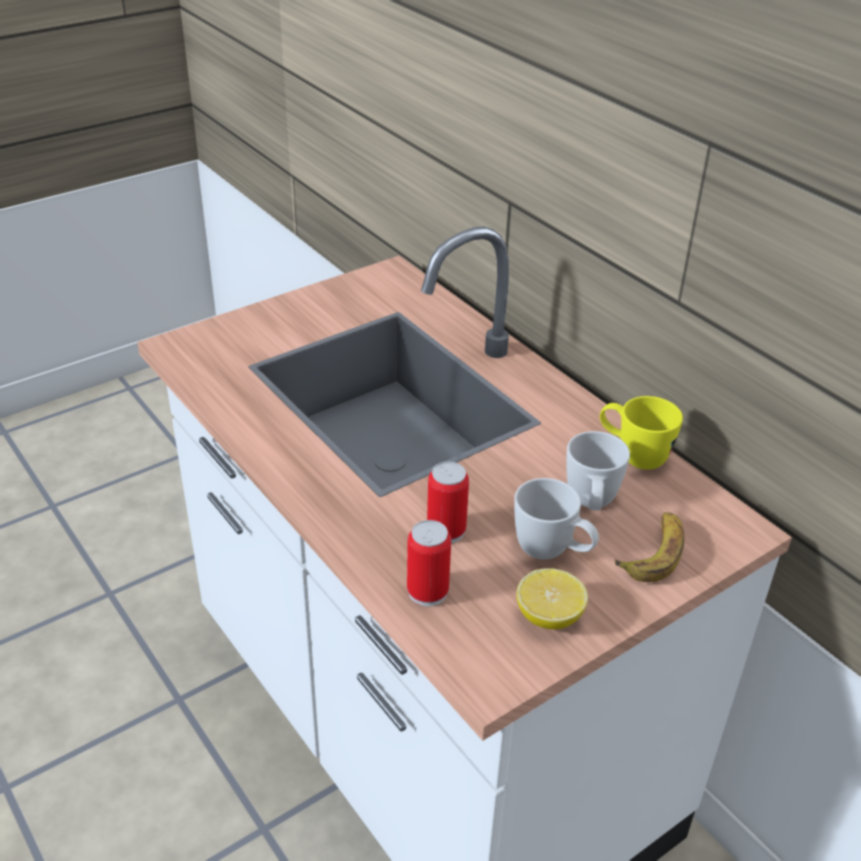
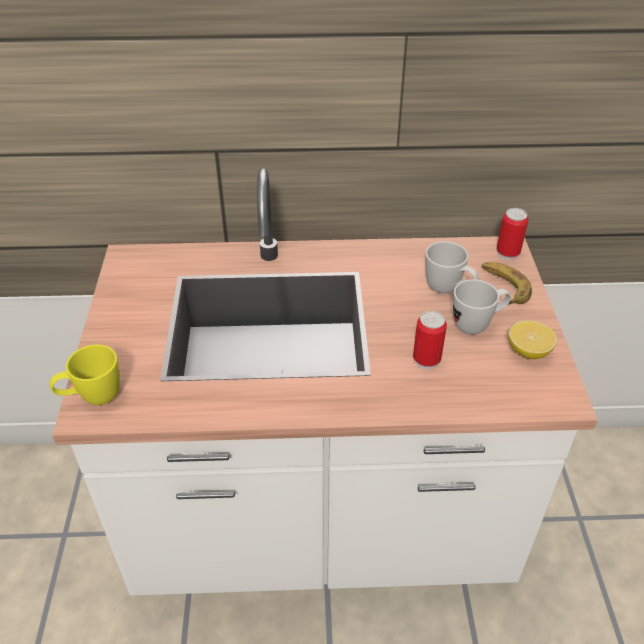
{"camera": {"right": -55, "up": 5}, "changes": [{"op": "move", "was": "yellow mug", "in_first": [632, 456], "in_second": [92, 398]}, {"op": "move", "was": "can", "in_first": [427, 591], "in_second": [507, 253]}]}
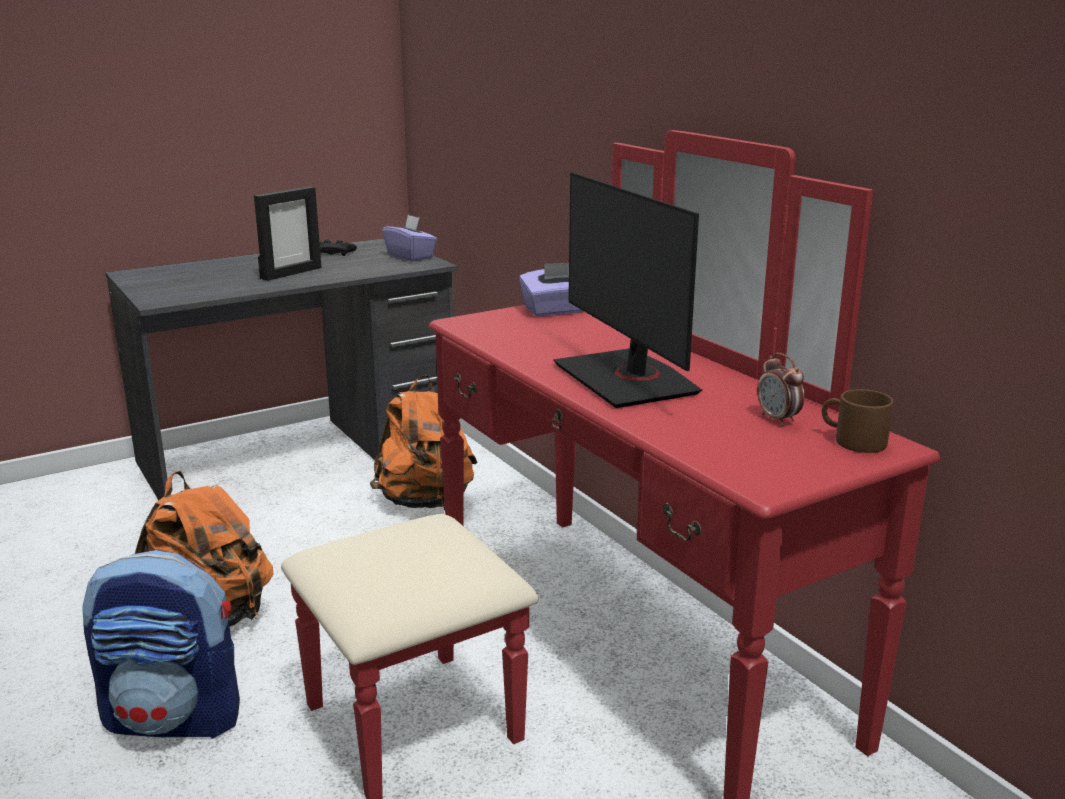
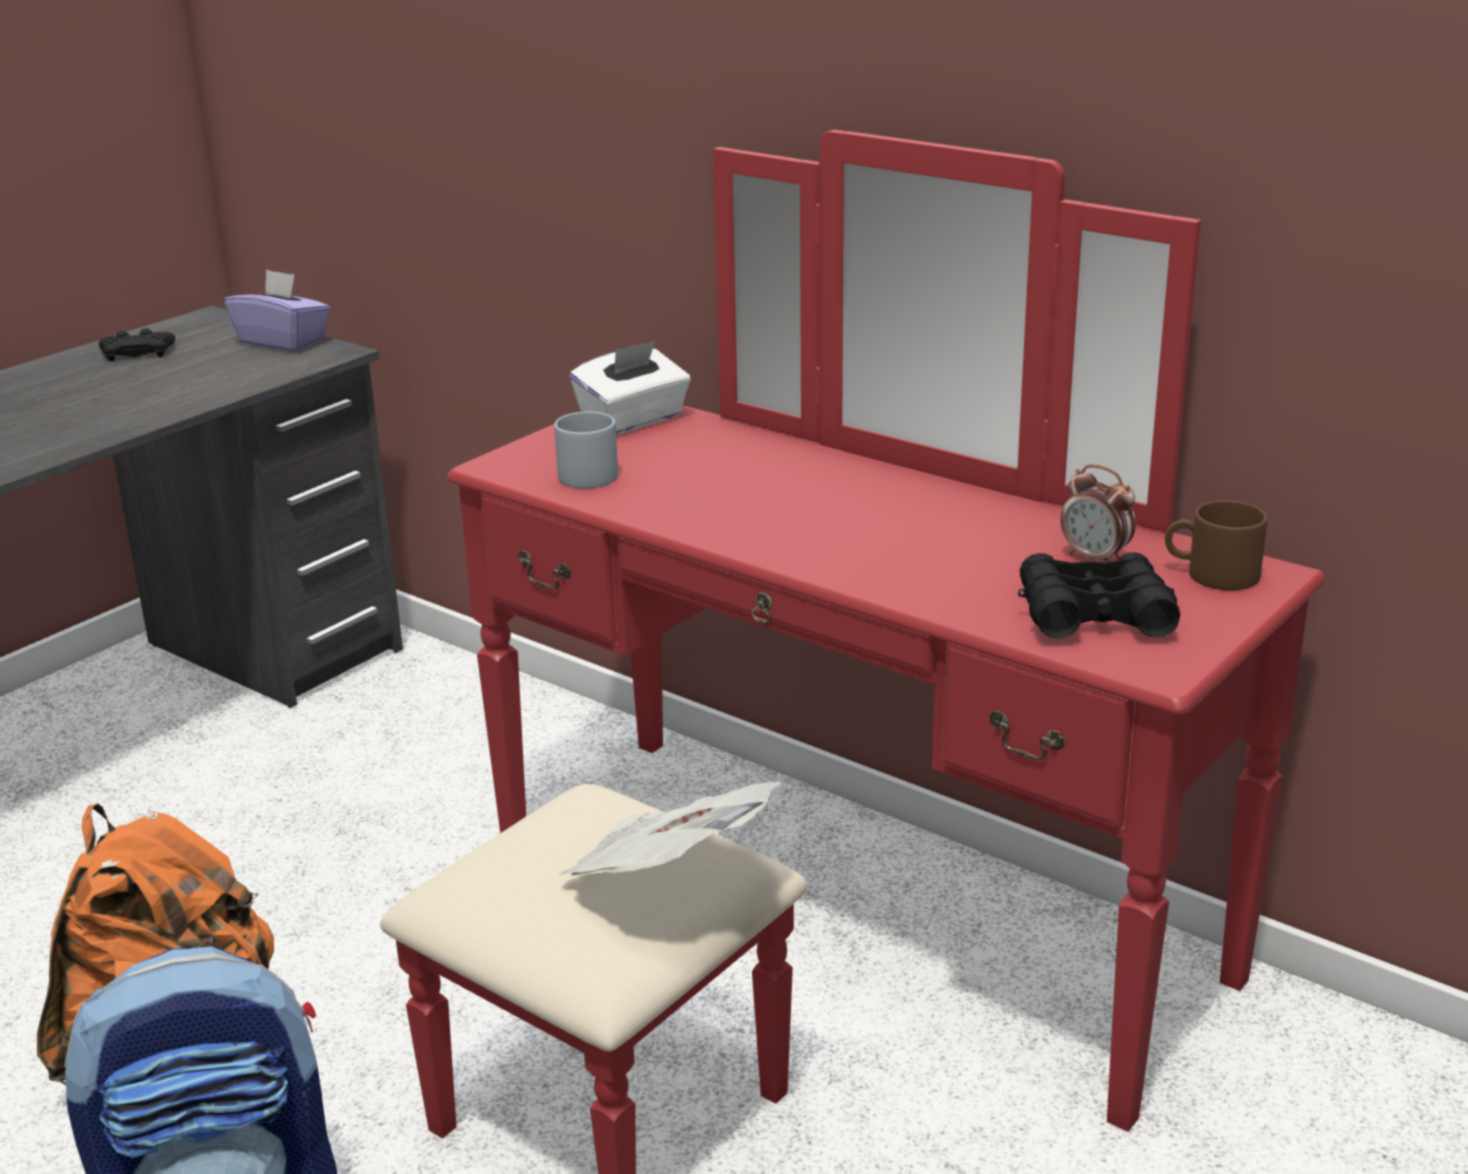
{"camera": {"right": -20, "up": 5}, "changes": [{"op": "insert", "now": "grey mug", "in_second": [588, 472]}, {"op": "insert", "now": "newspaper", "in_second": [672, 878]}, {"op": "recolor", "was": "purple tissue box", "now": "white tissue box", "in_first": [555, 311], "in_second": [633, 420]}, {"op": "insert", "now": "black binoculars", "in_second": [1094, 615]}, {"op": "delete", "was": "picture frame", "in_first": [291, 273]}, {"op": "delete", "was": "orange backpack", "in_first": [427, 502]}, {"op": "delete", "was": "monitor", "in_first": [627, 379]}]}
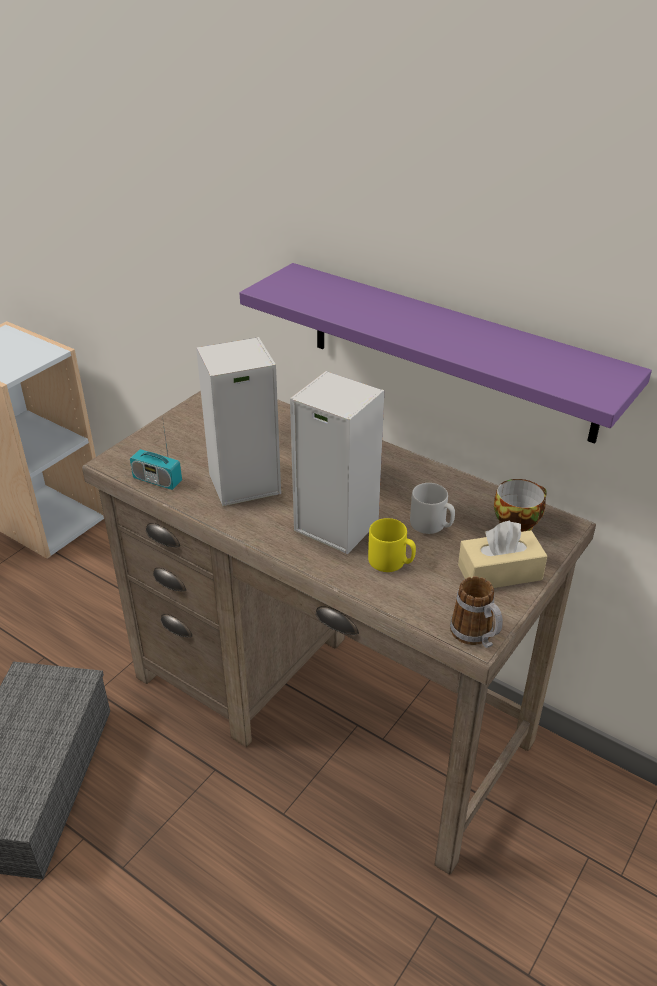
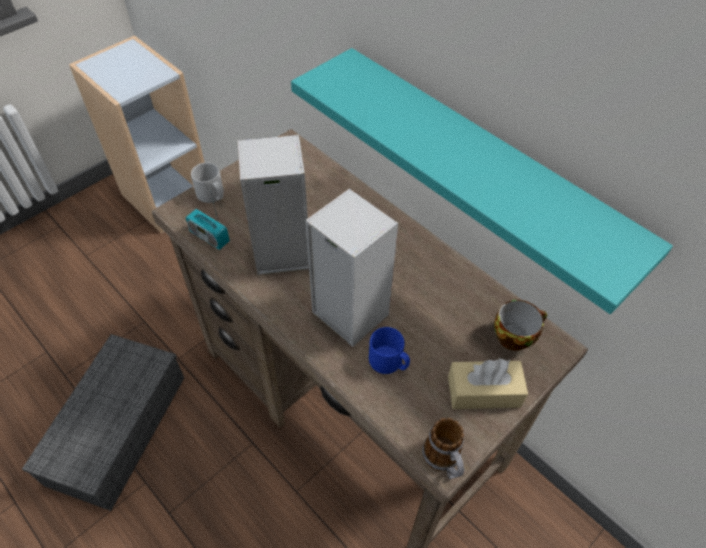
{"camera": {"right": 10, "up": 15}, "changes": [{"op": "move", "was": "grey mug", "in_first": [431, 525], "in_second": [212, 195]}, {"op": "recolor", "was": "purple shelf", "now": "turquoise shelf", "in_first": [449, 351], "in_second": [482, 166]}, {"op": "recolor", "was": "yellow mug", "now": "blue mug", "in_first": [391, 562], "in_second": [389, 362]}]}
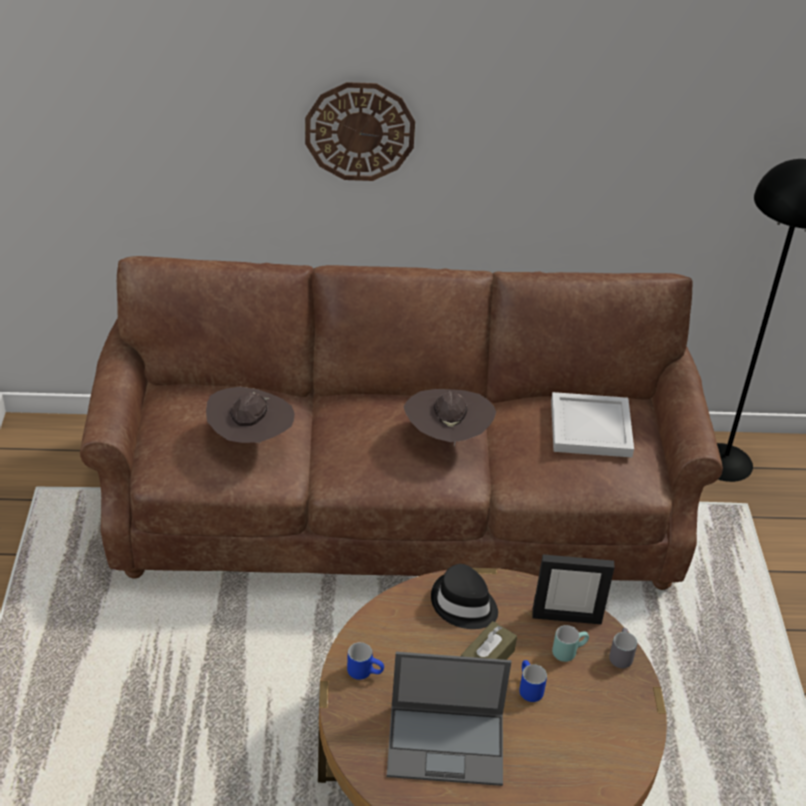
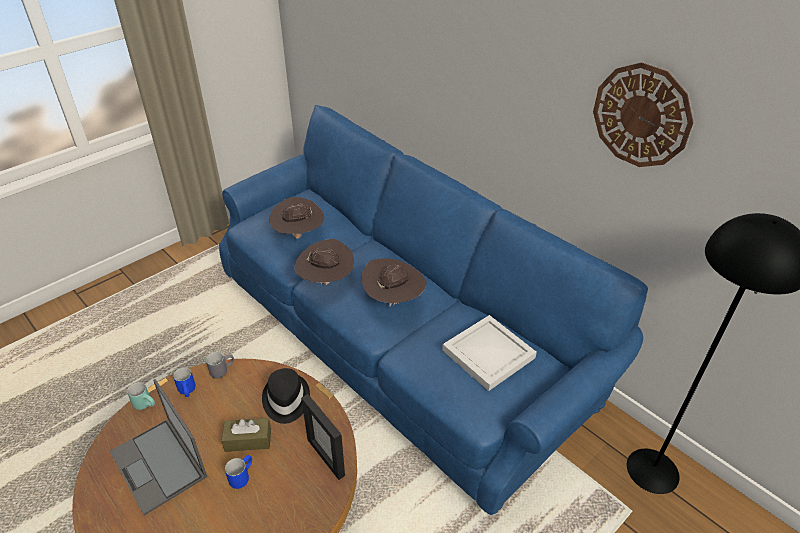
{"camera": {"right": 50, "up": 0}, "changes": [{"op": "move", "was": "turquoise mug", "in_first": [568, 650], "in_second": [146, 404]}, {"op": "move", "was": "grey mug", "in_first": [619, 655], "in_second": [222, 370]}, {"op": "recolor", "was": "brown sofa", "now": "blue sofa", "in_first": [396, 506], "in_second": [400, 340]}, {"op": "insert", "now": "brown hat", "in_second": [326, 281]}, {"op": "move", "was": "wall clock", "in_first": [360, 131], "in_second": [641, 116]}]}
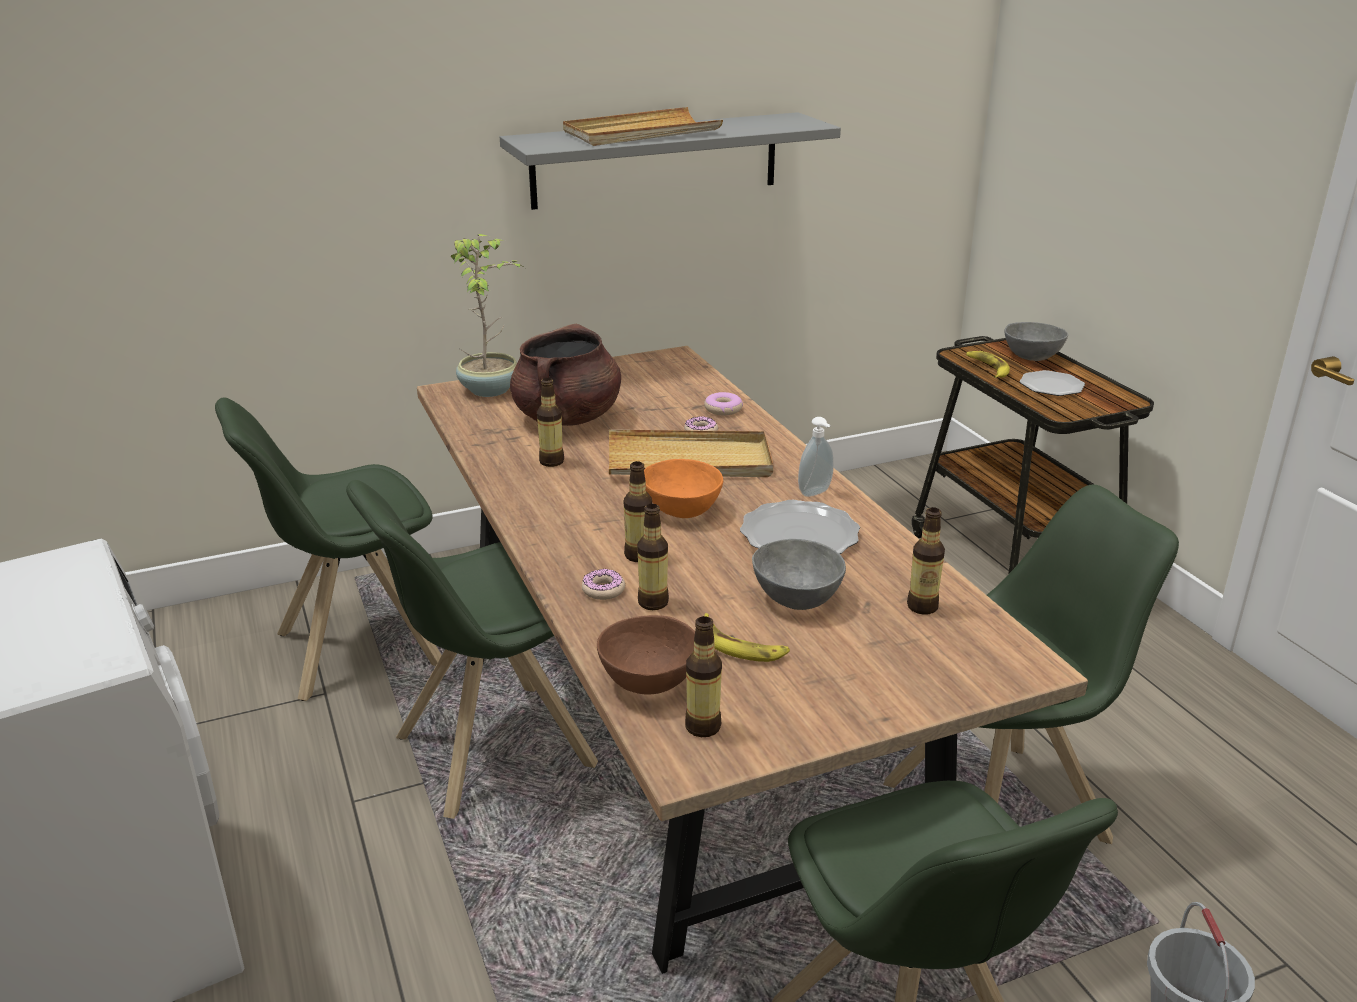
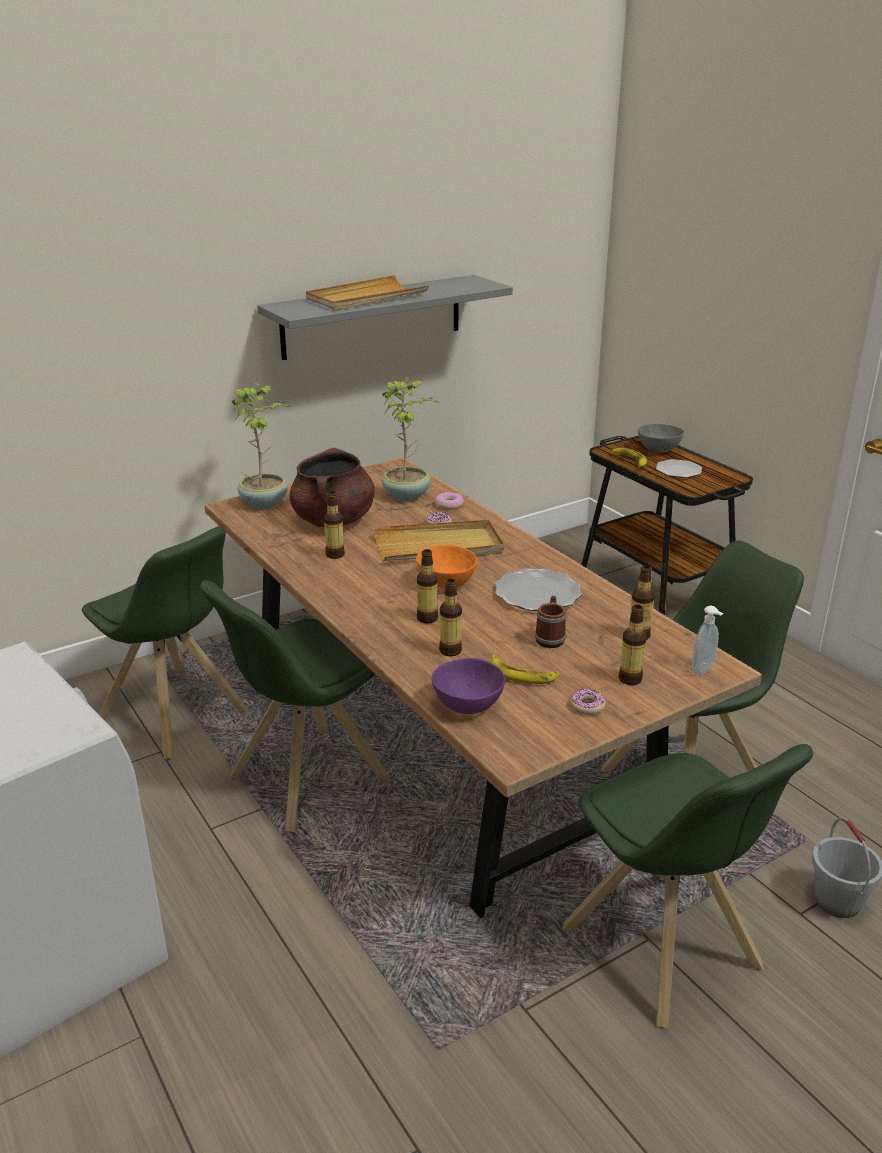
{"camera": {"right": -10, "up": 0}, "changes": [{"op": "rotate", "was": "green chair", "in_first": [357, 648], "in_second": [175, 715], "clockwise": -105}, {"op": "insert", "now": "potted plant", "in_second": [407, 495]}, {"op": "recolor", "was": "brown bowl", "now": "purple bowl", "in_first": [647, 682], "in_second": [467, 706]}, {"op": "replace", "was": "grey bowl", "now": "mug", "in_first": [796, 597], "in_second": [550, 637]}, {"op": "move", "was": "donut", "in_first": [603, 590], "in_second": [587, 706]}, {"op": "move", "was": "bottle", "in_first": [702, 727], "in_second": [630, 679]}, {"op": "move", "was": "soap dispenser", "in_first": [816, 493], "in_second": [704, 670]}]}
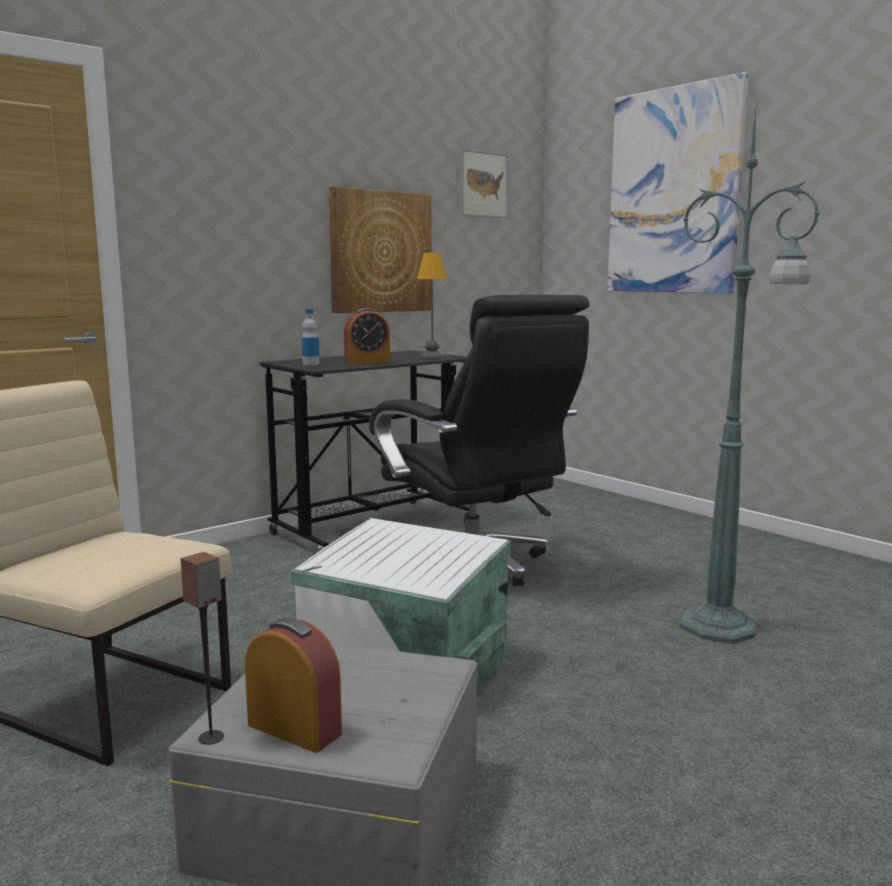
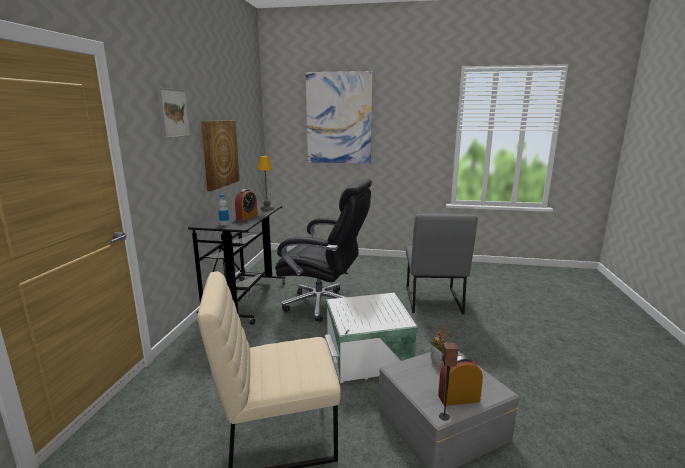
{"camera": {"right": -40, "up": 5}, "changes": [{"op": "move", "was": "picture", "in_first": [483, 184], "in_second": [174, 113]}, {"op": "replace", "was": "green floor lamp", "now": "grey chair", "in_first": [722, 628], "in_second": [433, 301]}, {"op": "insert", "now": "potted plant", "in_second": [439, 364]}]}
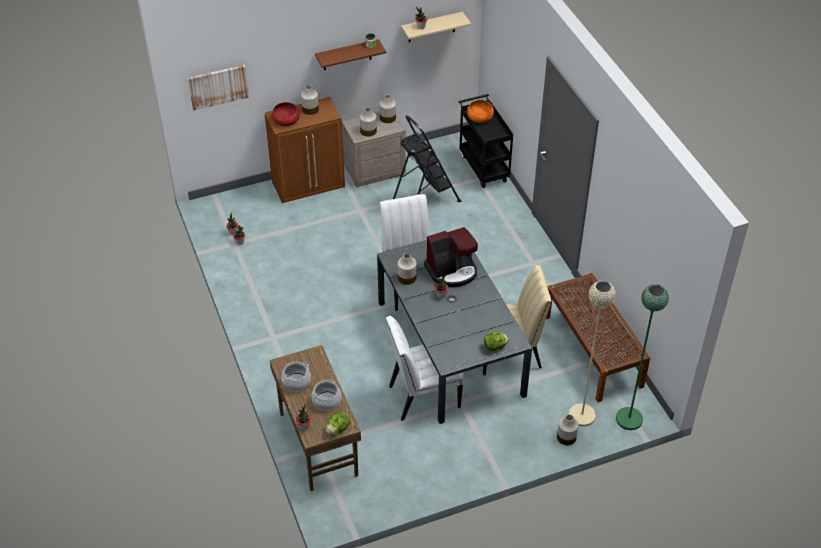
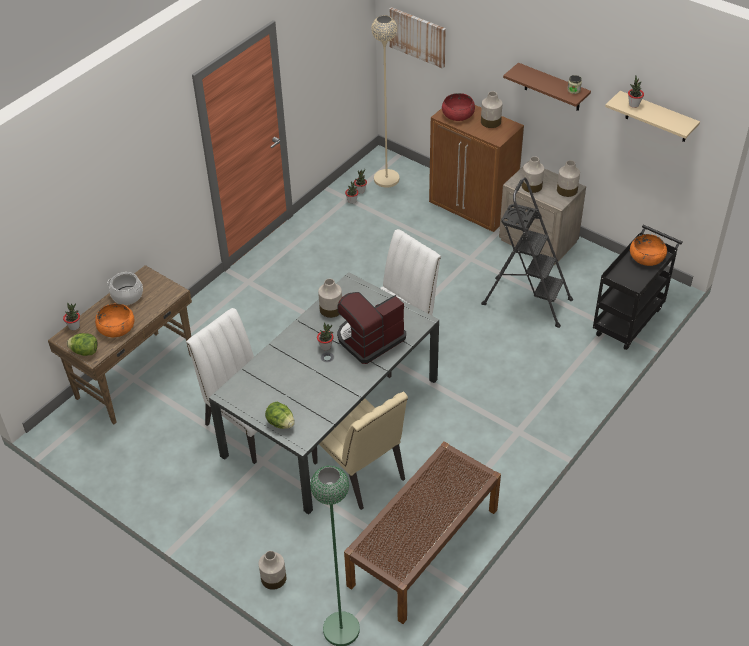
{"camera": {"right": 60, "up": 0}, "changes": [{"op": "replace", "was": "cooking pot", "now": "orange bowl", "in_first": [327, 401], "in_second": [116, 327]}, {"op": "rotate", "was": "coffee machine", "in_first": [452, 271], "in_second": [369, 339], "clockwise": 105}, {"op": "move", "was": "beige floor lamp", "in_first": [581, 415], "in_second": [386, 179]}]}
